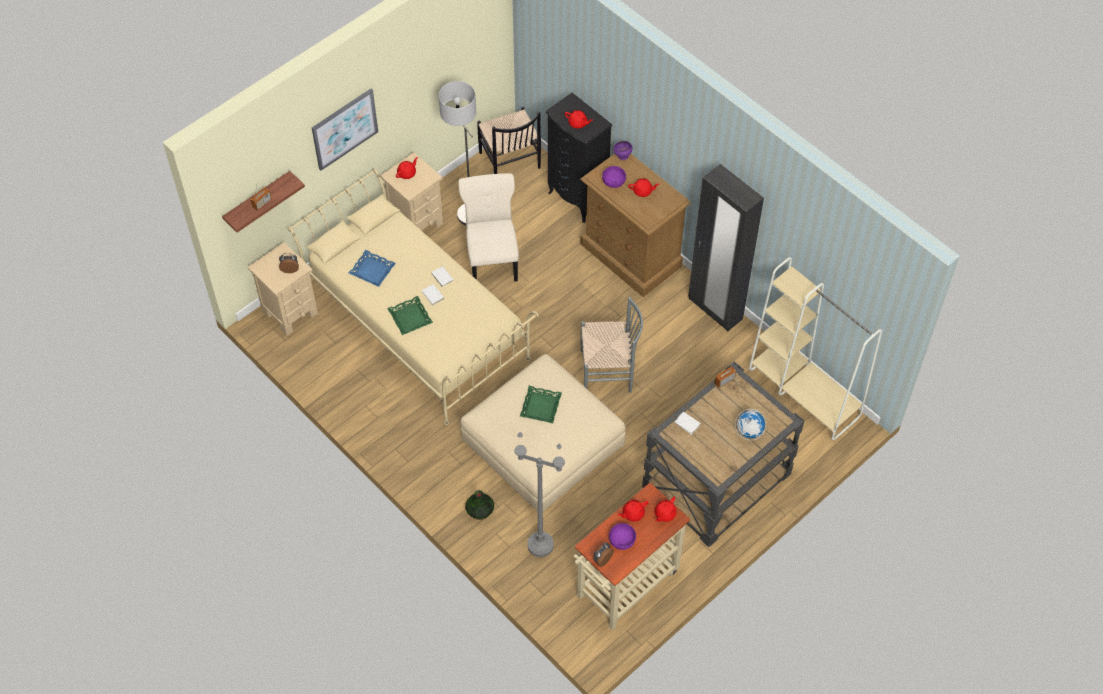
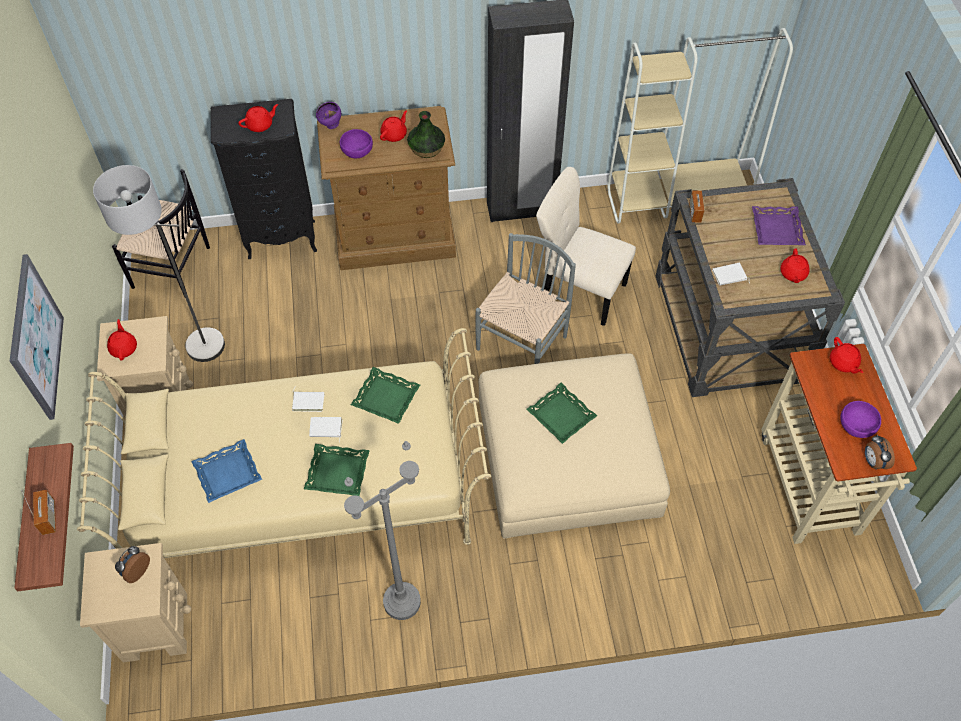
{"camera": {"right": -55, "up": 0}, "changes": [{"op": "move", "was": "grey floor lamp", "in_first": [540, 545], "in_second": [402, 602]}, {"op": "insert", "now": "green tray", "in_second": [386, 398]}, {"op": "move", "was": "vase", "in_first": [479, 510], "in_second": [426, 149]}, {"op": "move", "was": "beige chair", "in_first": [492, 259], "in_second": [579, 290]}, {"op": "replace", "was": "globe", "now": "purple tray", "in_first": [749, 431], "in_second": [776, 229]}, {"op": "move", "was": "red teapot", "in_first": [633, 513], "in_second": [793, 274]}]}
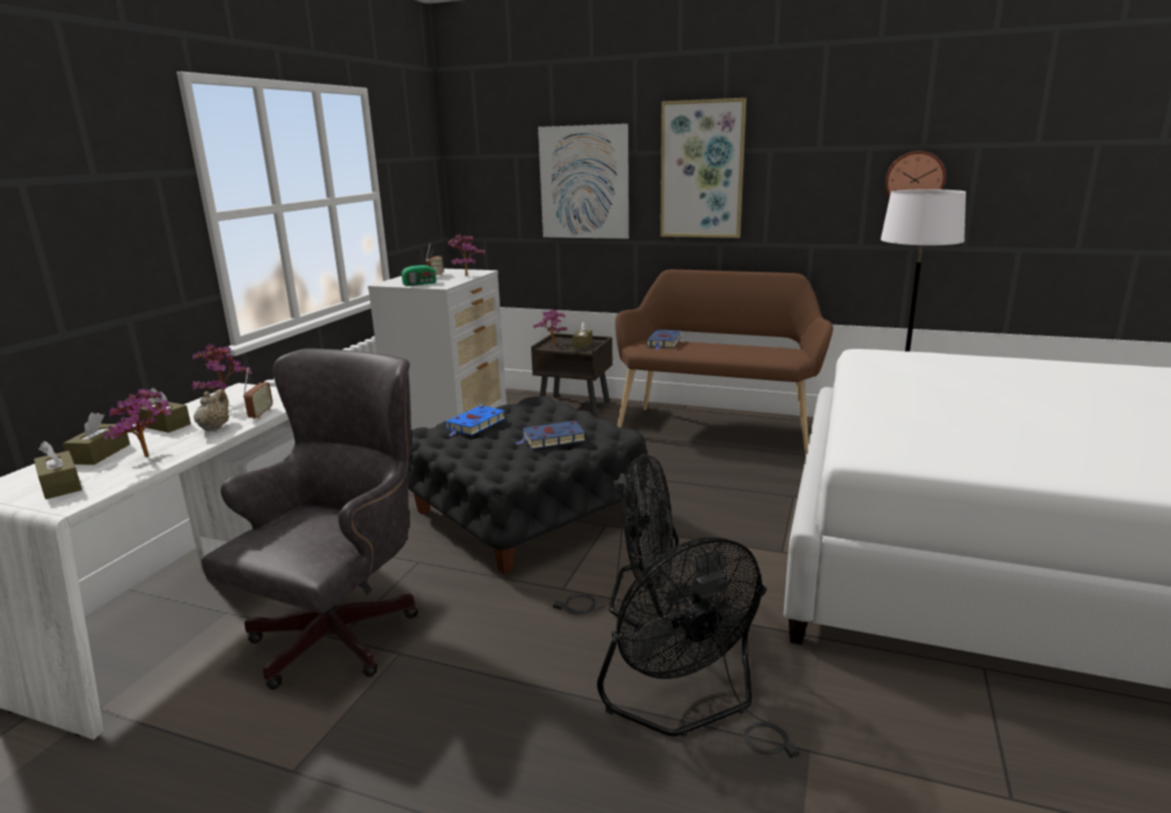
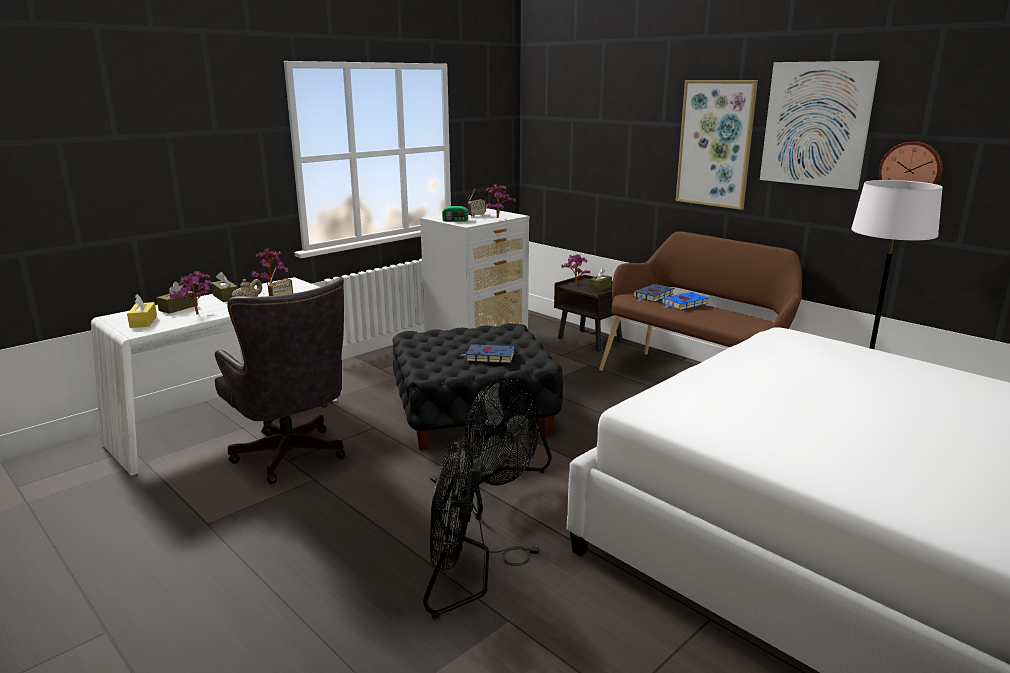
{"camera": {"right": 25, "up": 0}, "changes": [{"op": "recolor", "was": "brown tissue box", "now": "yellow tissue box", "in_first": [61, 485], "in_second": [143, 322]}, {"op": "rotate", "was": "grey office chair", "in_first": [341, 632], "in_second": [293, 457], "clockwise": 90}, {"op": "rotate", "was": "black fan", "in_first": [703, 704], "in_second": [467, 569], "clockwise": -90}, {"op": "move", "was": "blue book", "in_first": [475, 425], "in_second": [684, 304]}, {"op": "move", "was": "picture", "in_first": [584, 182], "in_second": [815, 124]}]}
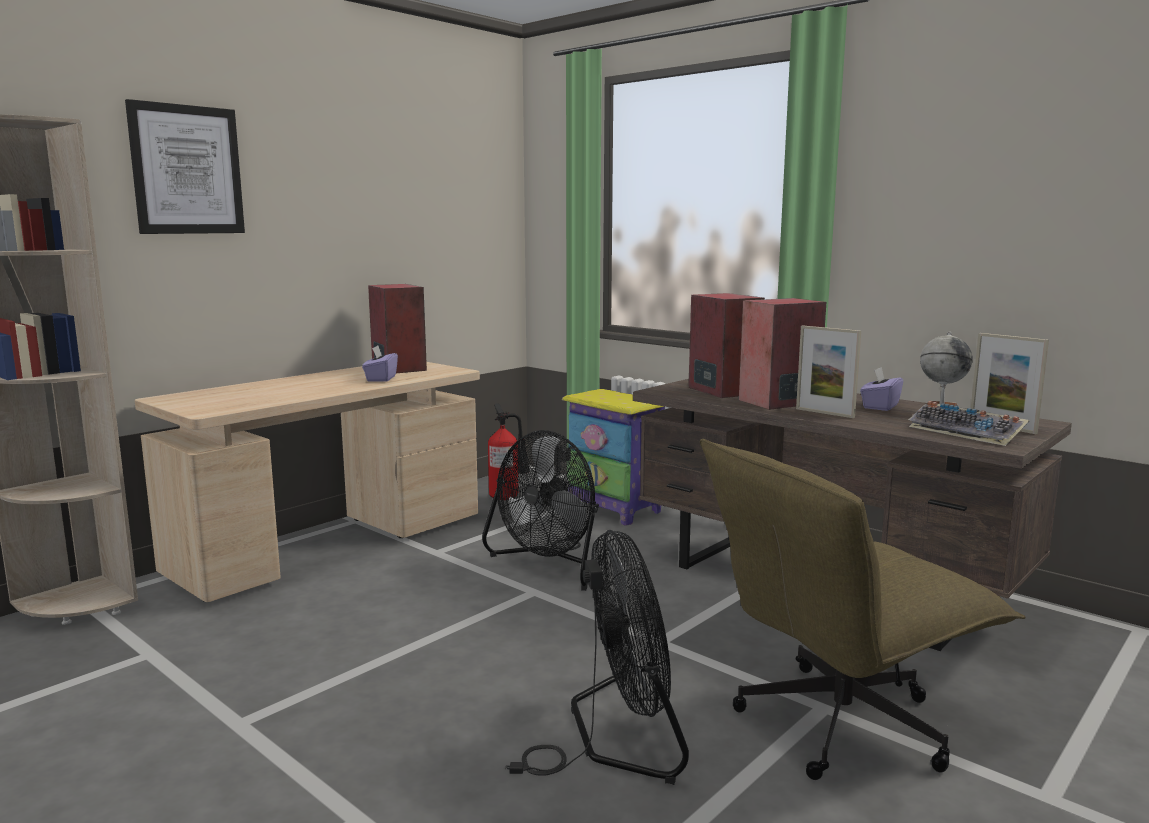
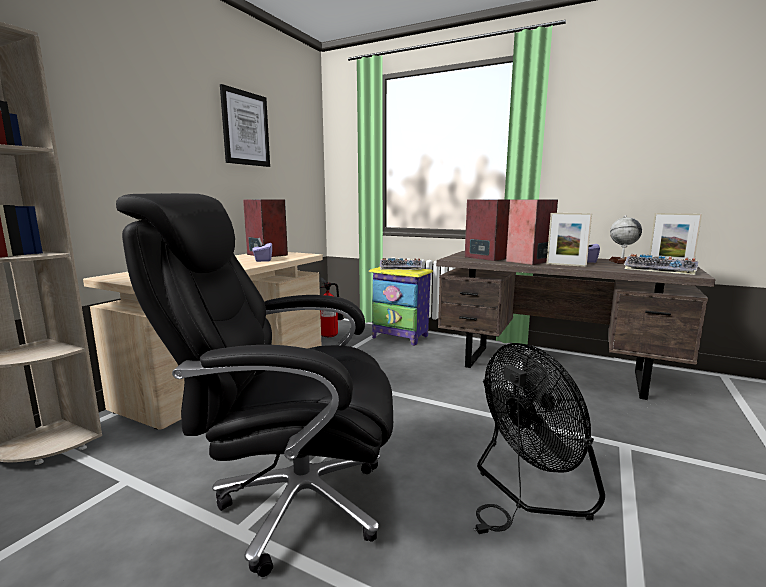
{"camera": {"right": -15, "up": 0}, "changes": [{"op": "insert", "now": "black office chair", "in_second": [292, 504]}, {"op": "move", "was": "picture", "in_first": [187, 170], "in_second": [245, 128]}, {"op": "insert", "now": "keyboard", "in_second": [401, 268]}, {"op": "delete", "was": "black fan", "in_first": [550, 563]}, {"op": "delete", "was": "beige office chair", "in_first": [844, 722]}]}
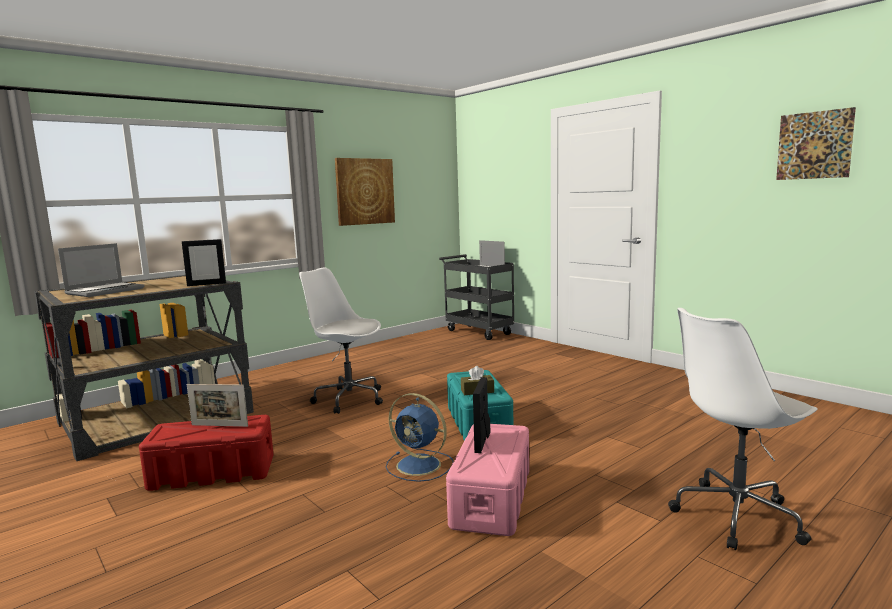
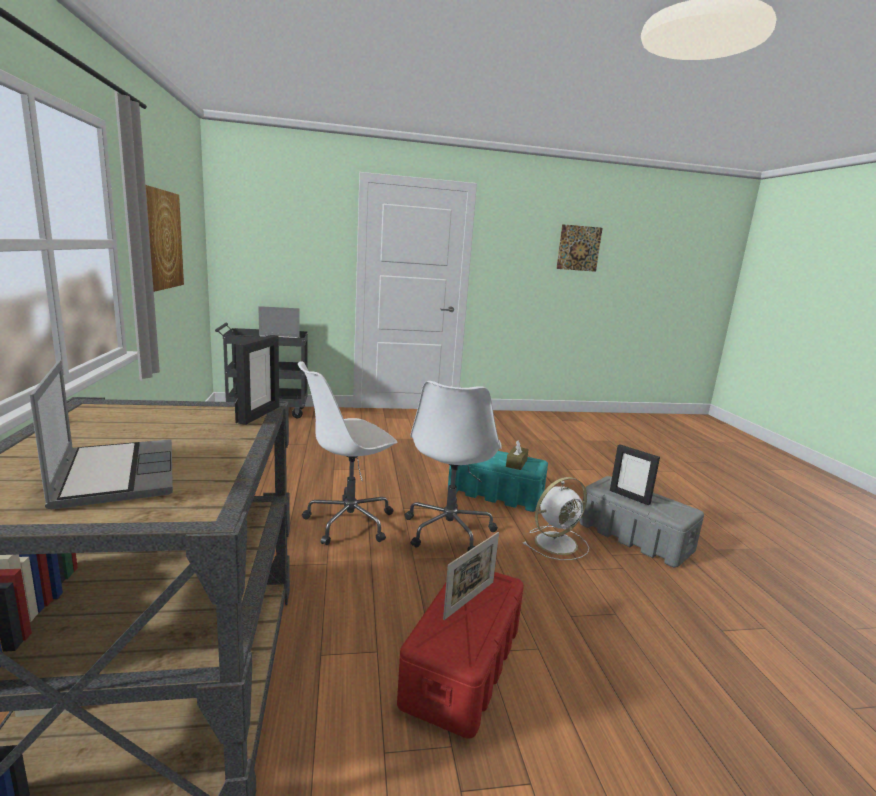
{"camera": {"right": -60, "up": 5}, "changes": [{"op": "move", "was": "white office chair", "in_first": [733, 517], "in_second": [448, 532]}, {"op": "recolor", "was": "blue fan", "now": "white fan", "in_first": [420, 465], "in_second": [557, 543]}, {"op": "recolor", "was": "pink storage box", "now": "grey storage box", "in_first": [491, 498], "in_second": [635, 537]}]}
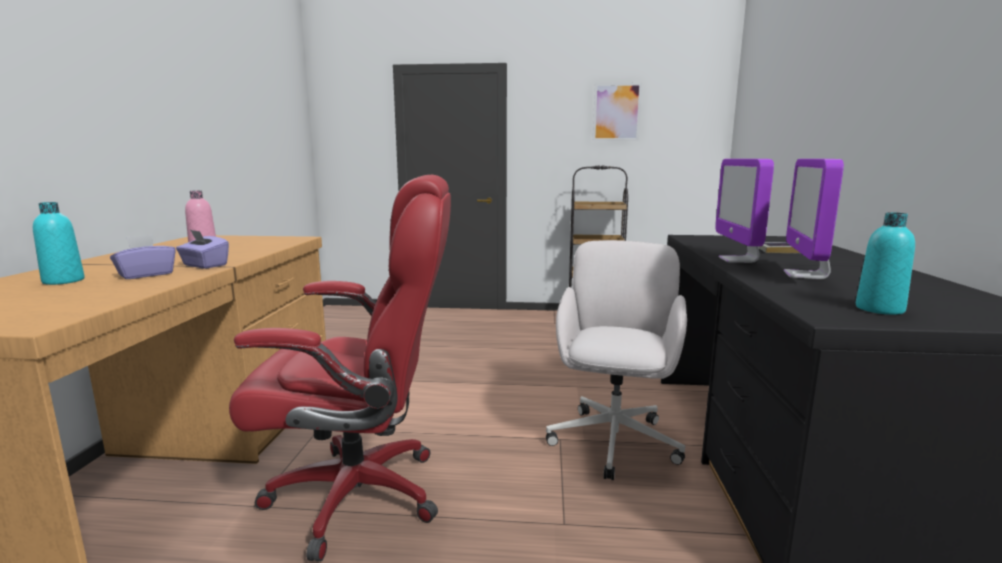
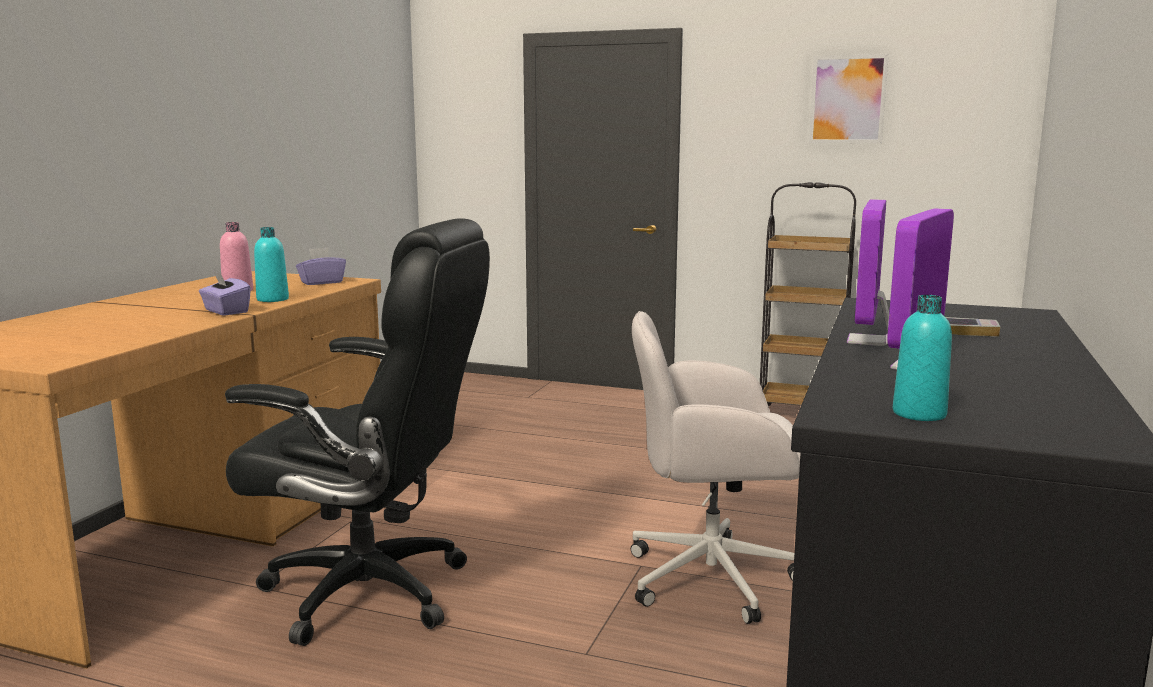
{"camera": {"right": 15, "up": 0}, "changes": [{"op": "recolor", "was": "red office chair", "now": "black office chair", "in_first": [360, 495], "in_second": [370, 593]}, {"op": "move", "was": "turquoise bottle", "in_first": [63, 281], "in_second": [272, 299]}, {"op": "move", "was": "purple tissue box", "in_first": [146, 275], "in_second": [321, 282]}, {"op": "rotate", "was": "white office chair", "in_first": [614, 442], "in_second": [710, 578], "clockwise": -120}]}
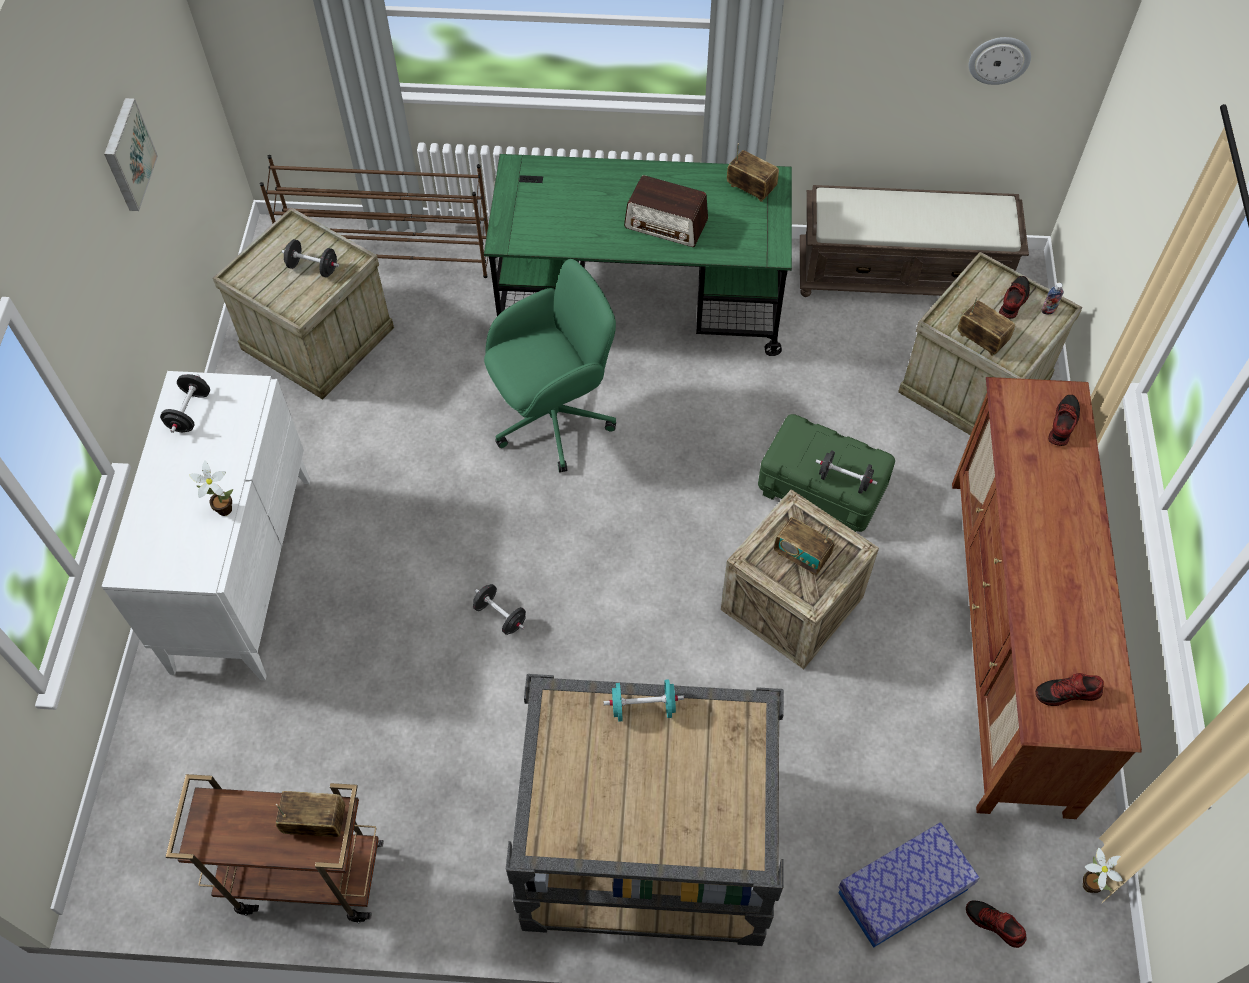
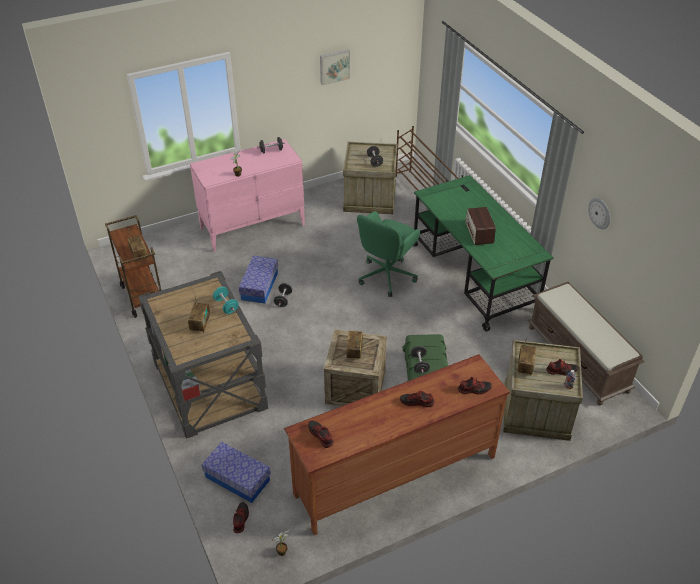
{"camera": {"right": 60, "up": -15}, "changes": [{"op": "move", "was": "radio", "in_first": [751, 188], "in_second": [200, 324]}, {"op": "recolor", "was": "white cabinet", "now": "pink cabinet", "in_first": [243, 572], "in_second": [253, 226]}, {"op": "insert", "now": "storage box", "in_second": [259, 286]}, {"op": "rotate", "was": "green office chair", "in_first": [554, 422], "in_second": [386, 276], "clockwise": 90}, {"op": "insert", "now": "shoe", "in_second": [416, 402]}, {"op": "move", "was": "wall clock", "in_first": [999, 59], "in_second": [600, 213]}]}
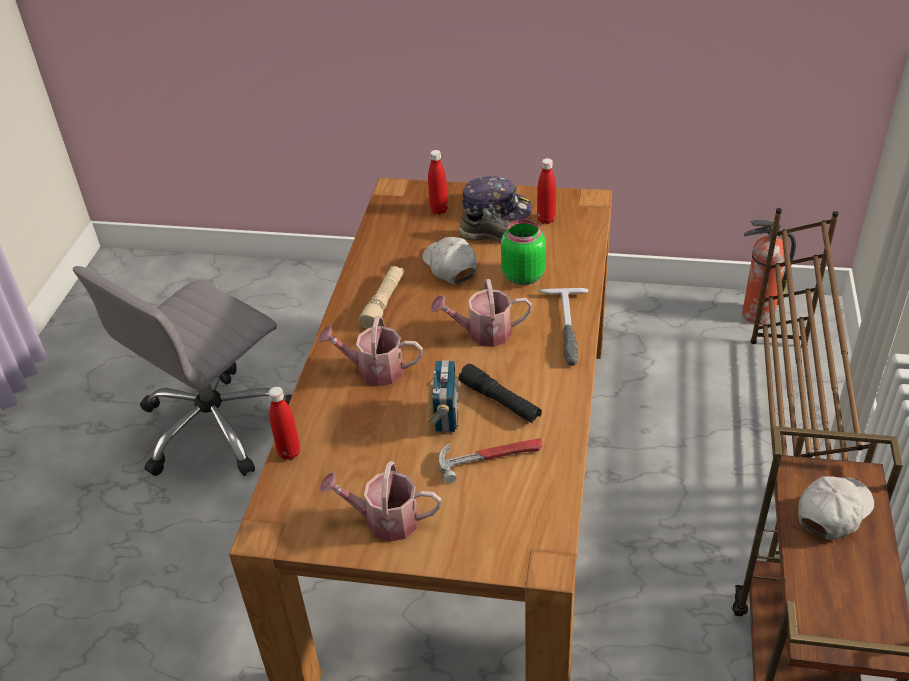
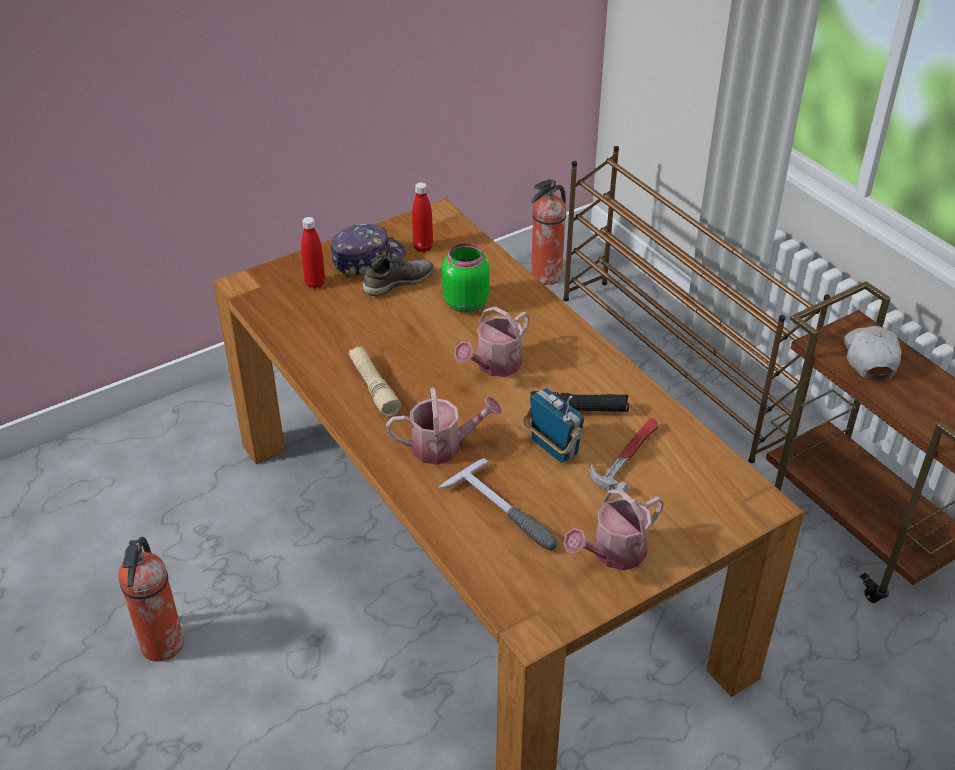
{"camera": {"right": -45, "up": 0}, "changes": [{"op": "replace", "was": "grey office chair", "now": "fire extinguisher", "in_first": [214, 426], "in_second": [162, 646]}, {"op": "rotate", "was": "watering can", "in_first": [374, 370], "in_second": [443, 446], "clockwise": -150}, {"op": "move", "was": "hammer", "in_first": [566, 329], "in_second": [505, 514]}, {"op": "delete", "was": "red bottle", "in_first": [289, 453]}, {"op": "delete", "was": "white cap", "in_first": [450, 266]}]}
